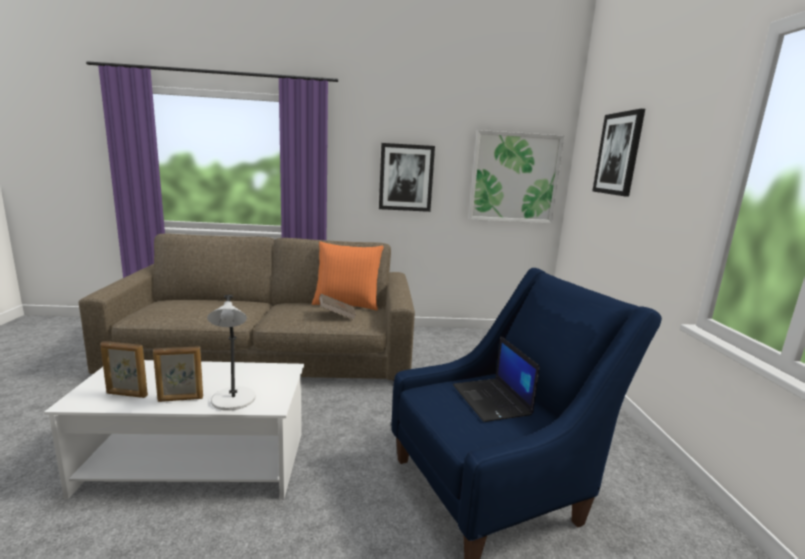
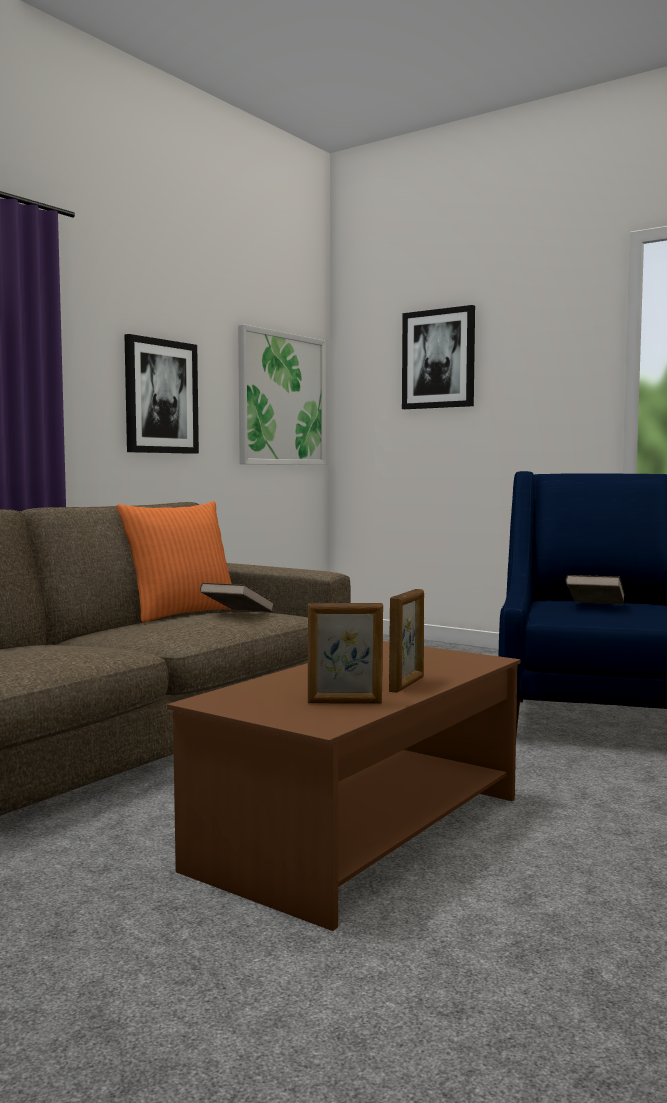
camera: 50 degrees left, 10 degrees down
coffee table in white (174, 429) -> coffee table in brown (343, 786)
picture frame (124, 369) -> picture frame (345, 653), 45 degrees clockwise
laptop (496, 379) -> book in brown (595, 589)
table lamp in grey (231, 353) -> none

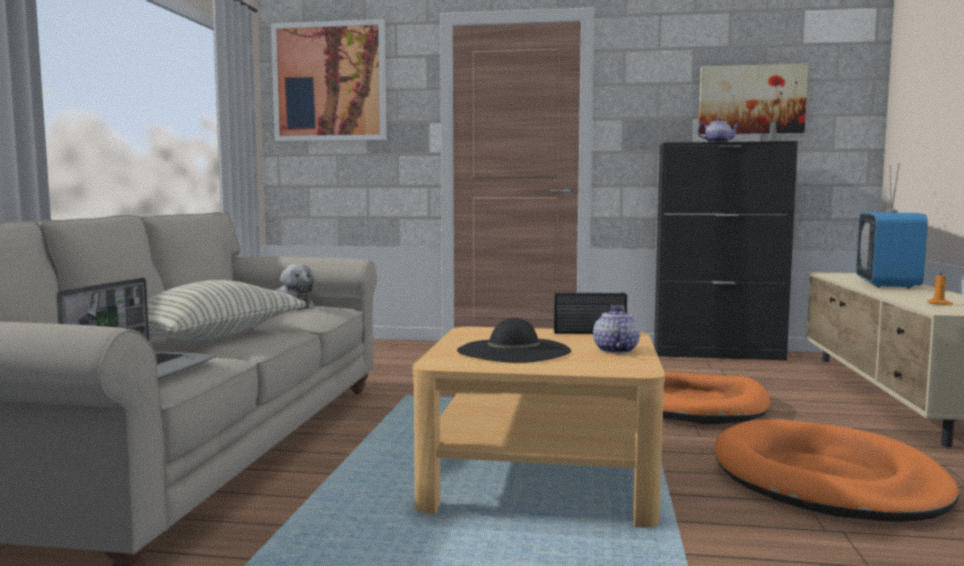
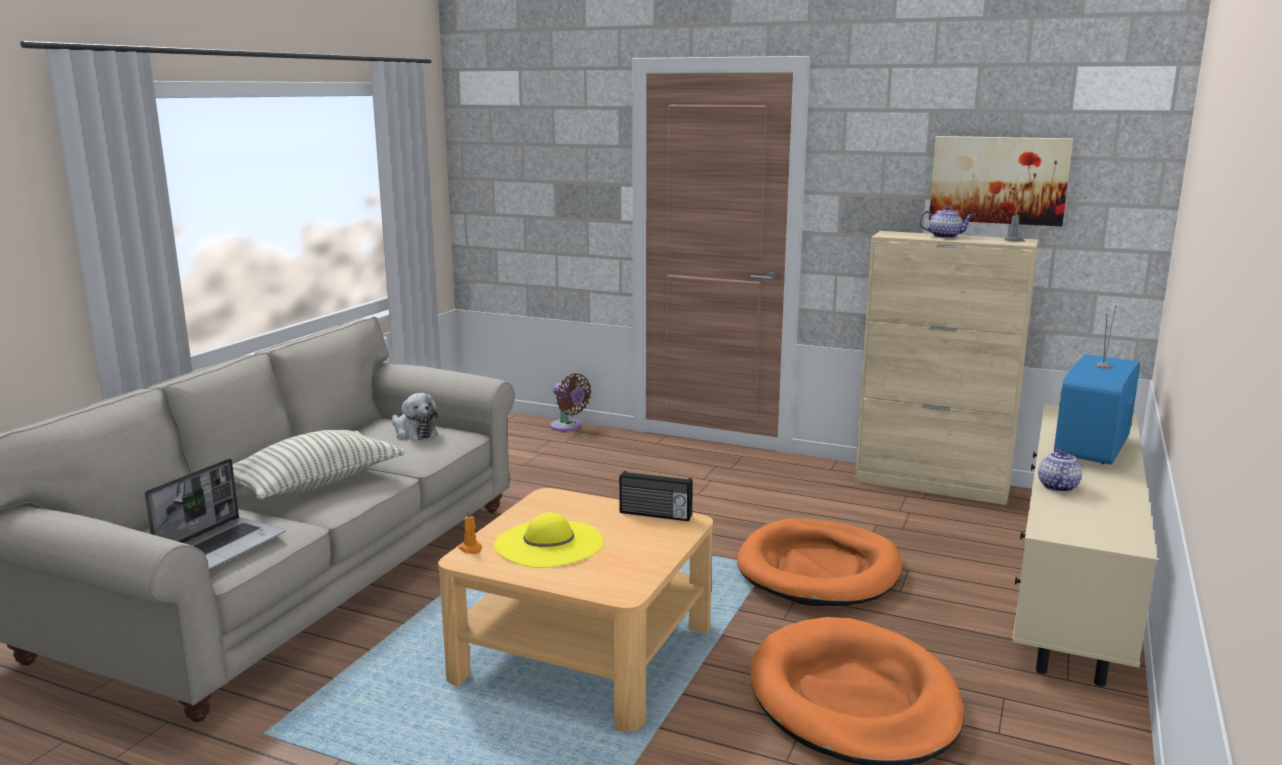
camera: 15 degrees right, 10 degrees up
candle in orange (940, 286) -> candle in orange (470, 531), move
hat in black (514, 340) -> hat in yellow (549, 540)
none -> fan in brown (571, 402)
cabinet in black (726, 250) -> cabinet in beige (946, 368)
teapot (616, 329) -> teapot (1060, 470), move
picture (329, 80) -> none

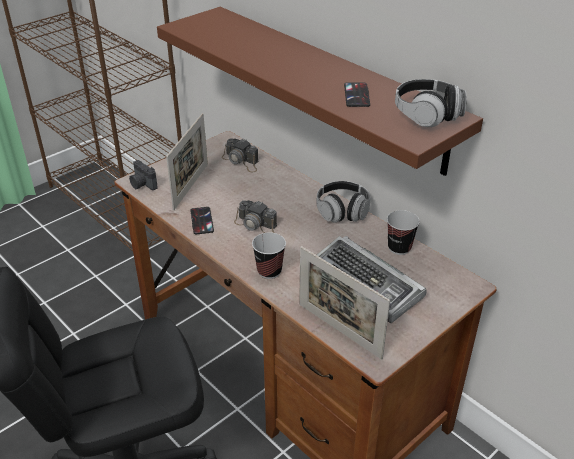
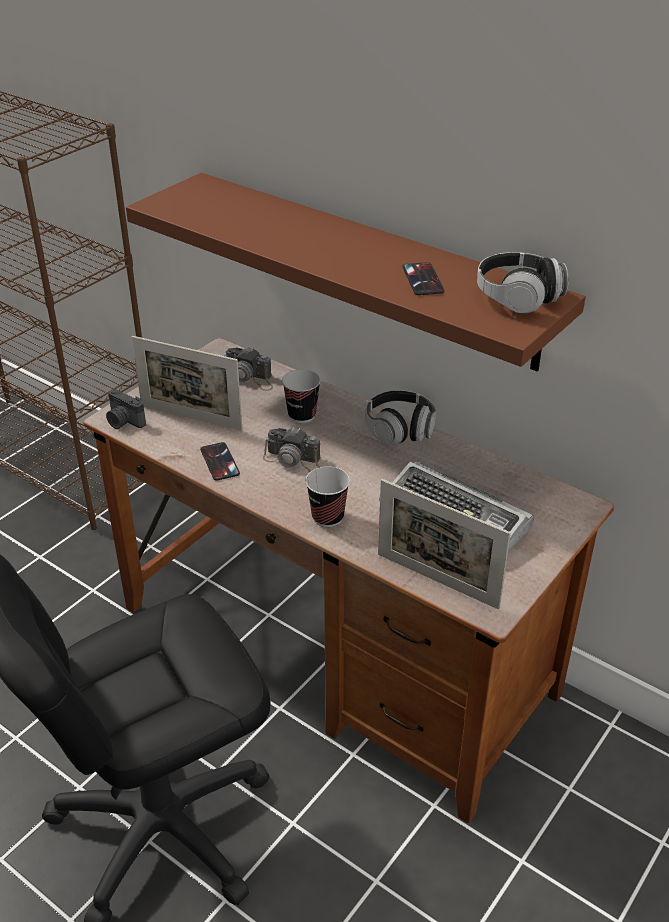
camera: 10 degrees left, 0 degrees up
picture frame (187, 161) -> picture frame (187, 383), 105 degrees clockwise
cup (403, 232) -> cup (301, 396), move

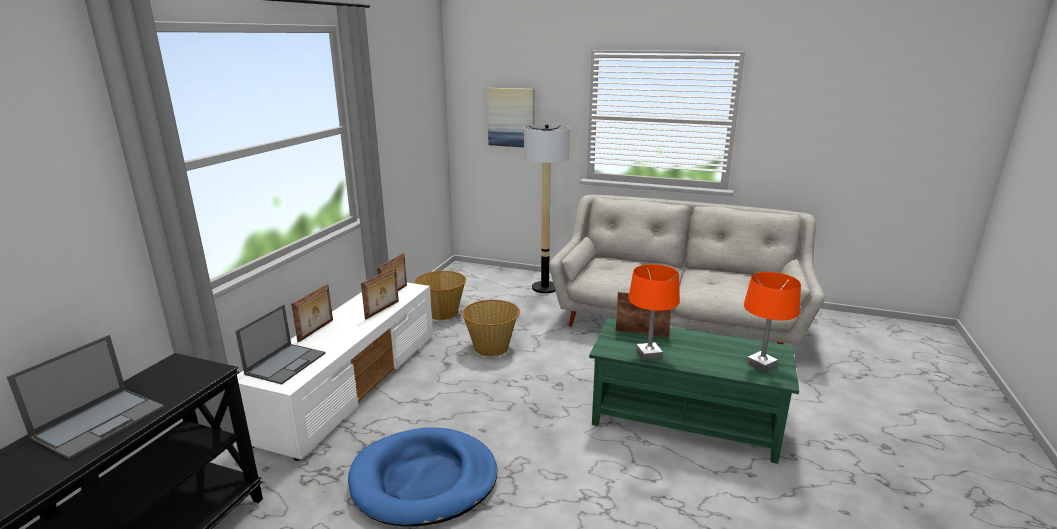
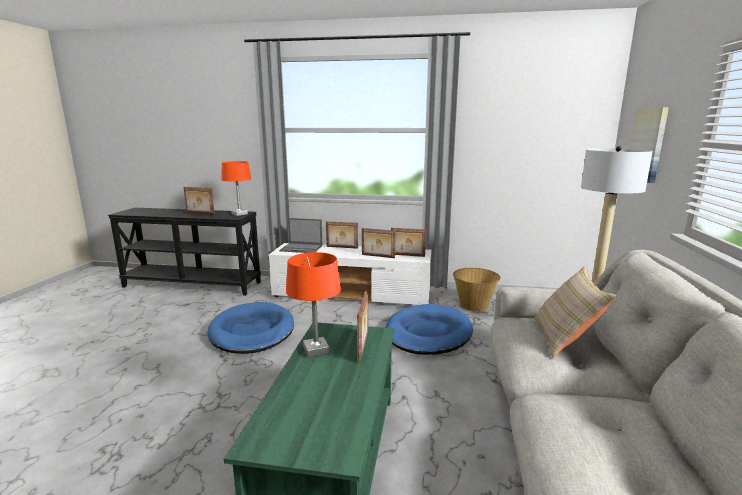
camera: 80 degrees right, 5 degrees down
laptop (85, 397) -> picture frame (199, 201)
table lamp in orange (772, 322) -> table lamp in orange (236, 188), move
basket (491, 328) -> dog bed in blue (429, 329)
none -> pillow in beige (575, 312)

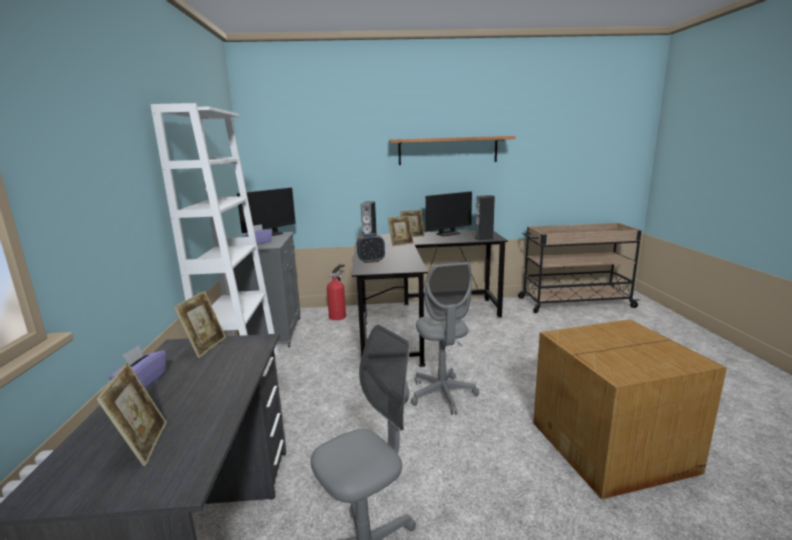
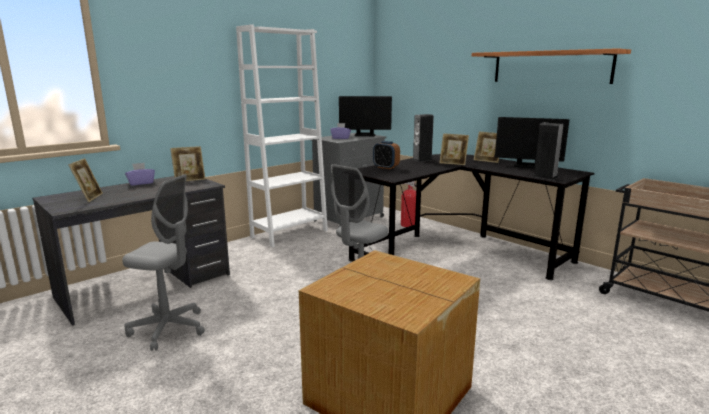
camera: 50 degrees right, 0 degrees up
picture frame (131, 414) -> picture frame (86, 180), 45 degrees counterclockwise

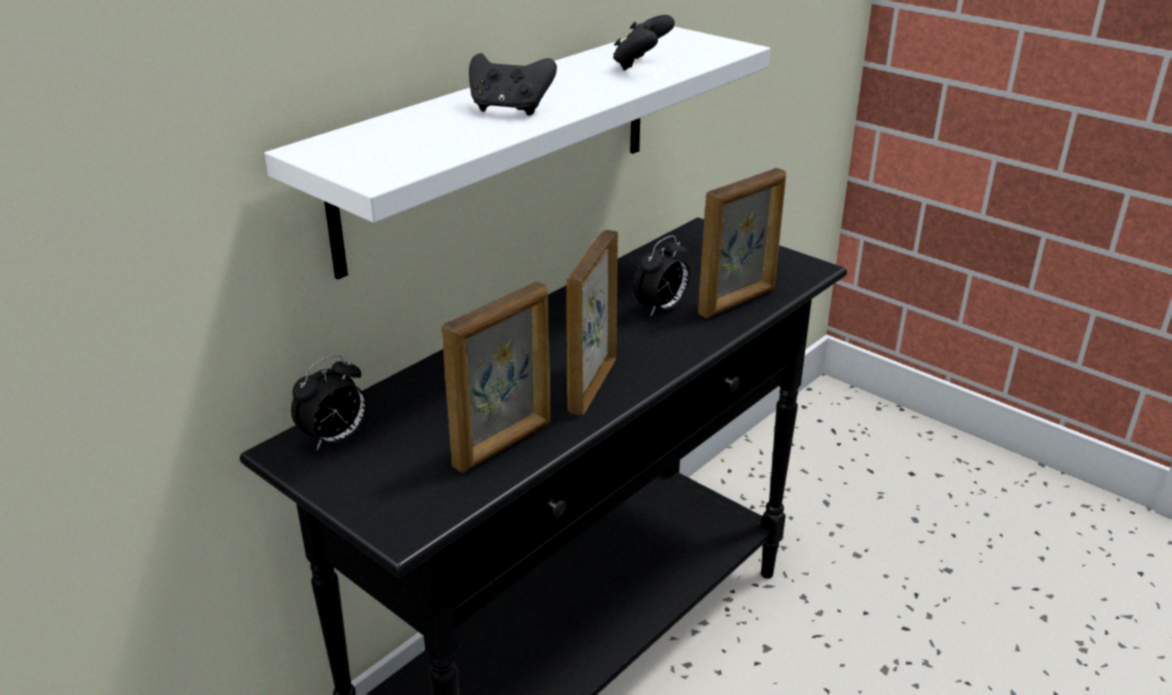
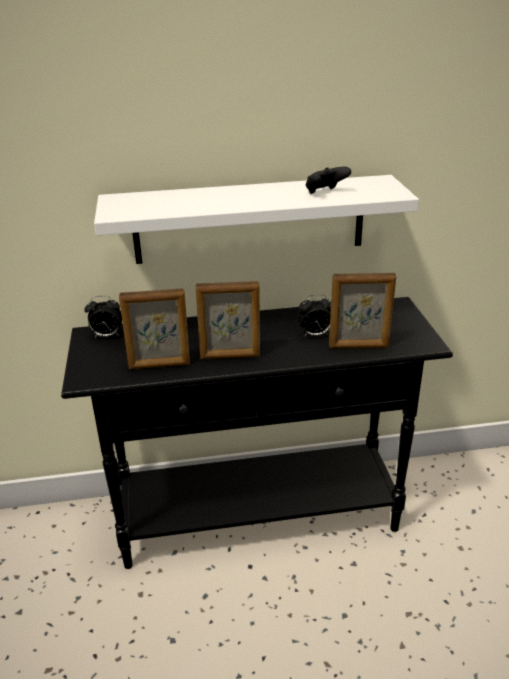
camera: 40 degrees right, 0 degrees up
picture frame (592, 322) -> picture frame (227, 320), 150 degrees counterclockwise
game controller in black (513, 84) -> none

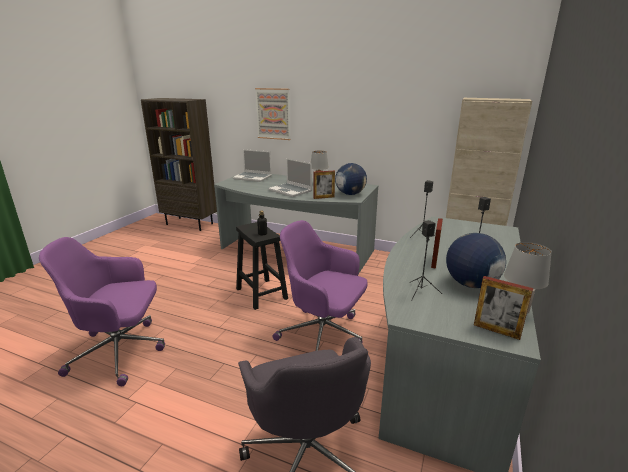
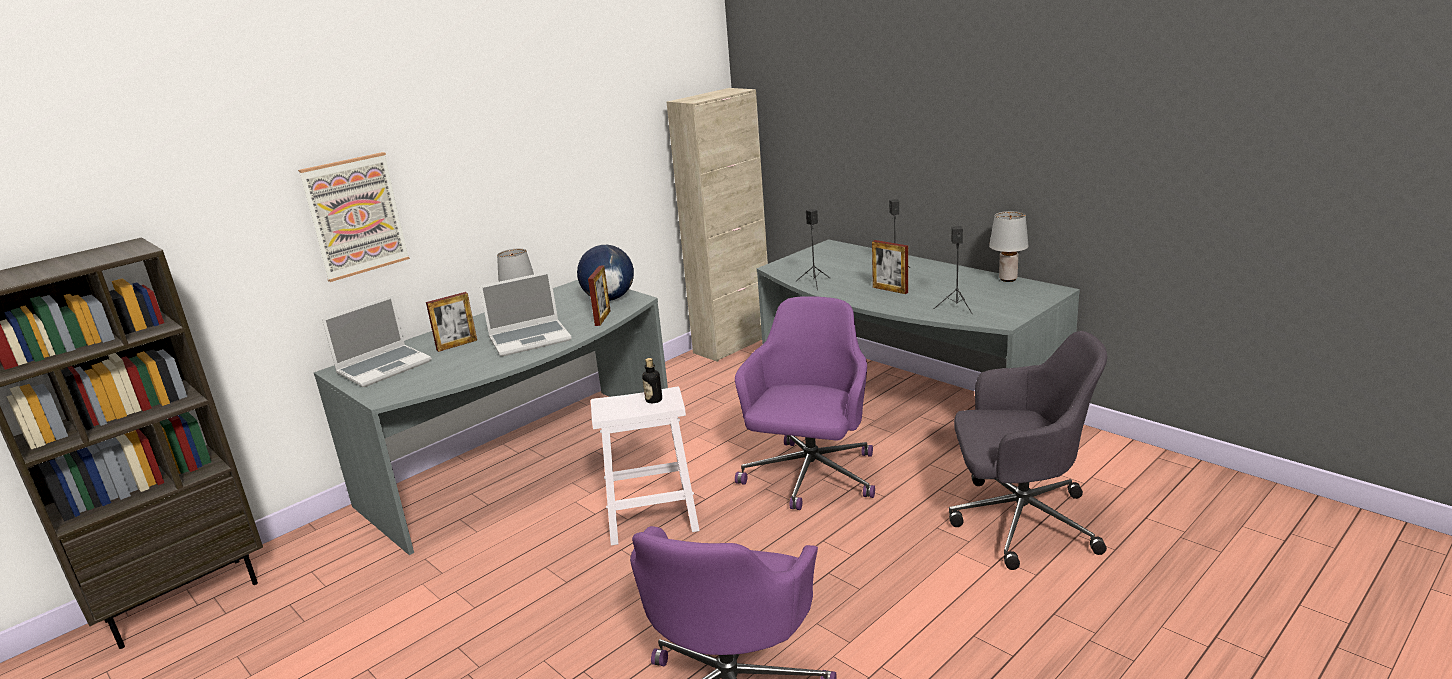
camera: 65 degrees left, 0 degrees up
picture frame (503, 308) -> picture frame (451, 322), move
stool in black (262, 266) -> stool in white (645, 466)
office chair in purple (320, 285) -> office chair in purple (805, 403), 150 degrees clockwise
globe (476, 260) -> none

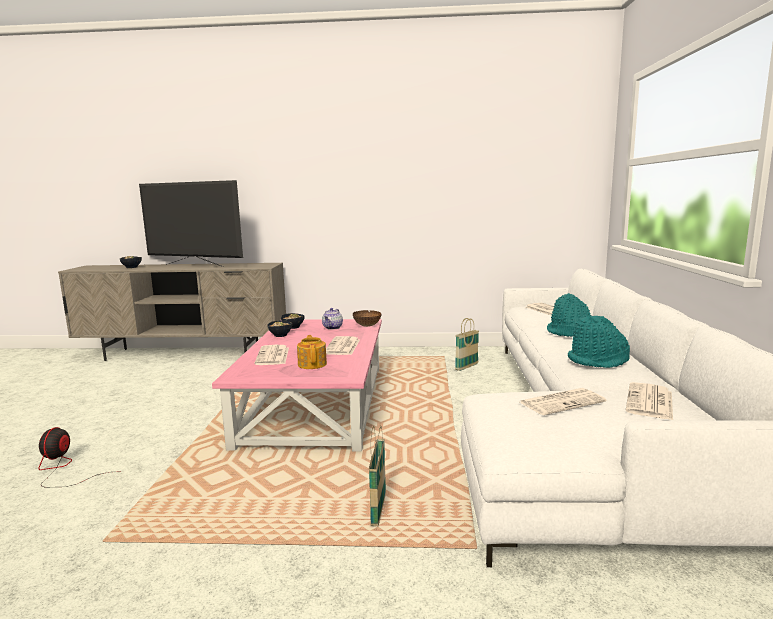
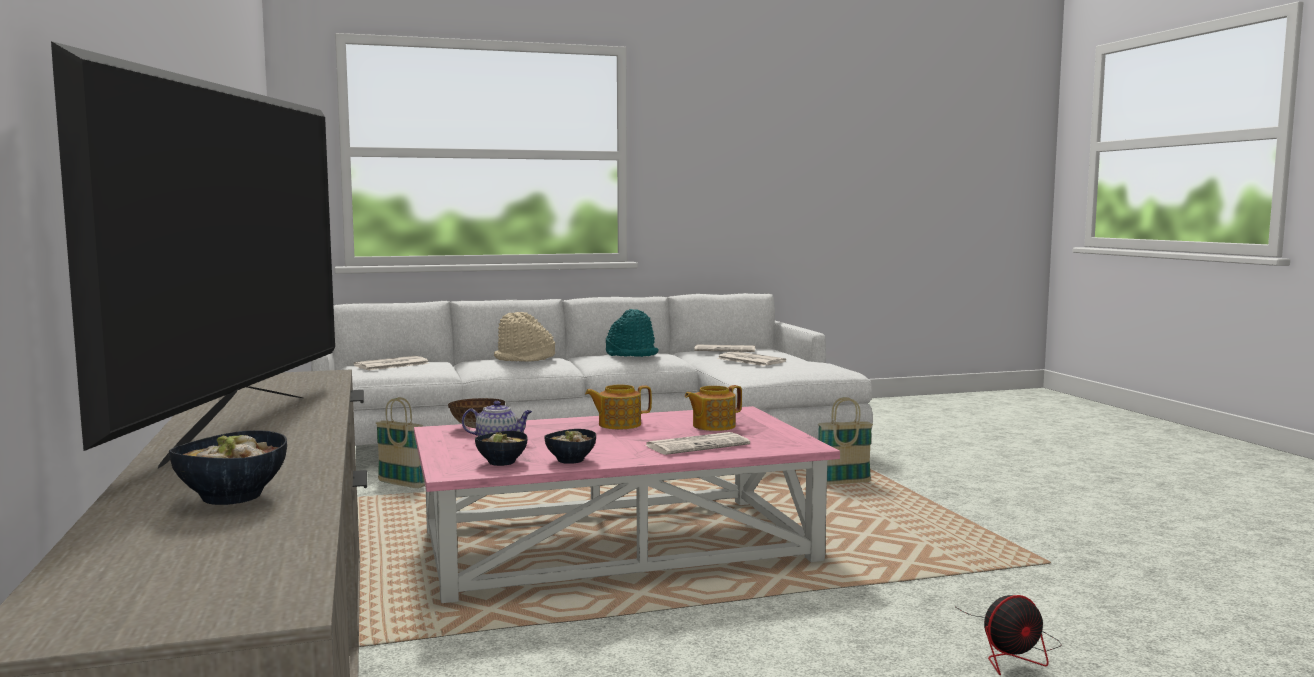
camera: 110 degrees left, 5 degrees down
hat in turquoise (569, 315) -> hat in beige (524, 337)
newspaper (343, 345) -> teapot (618, 407)

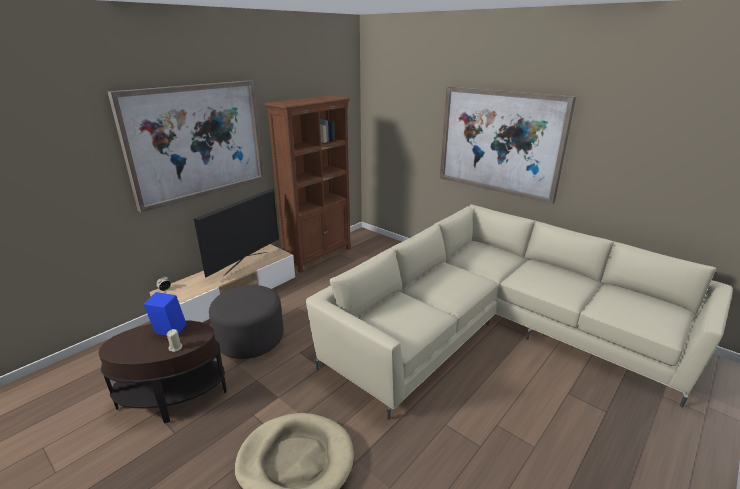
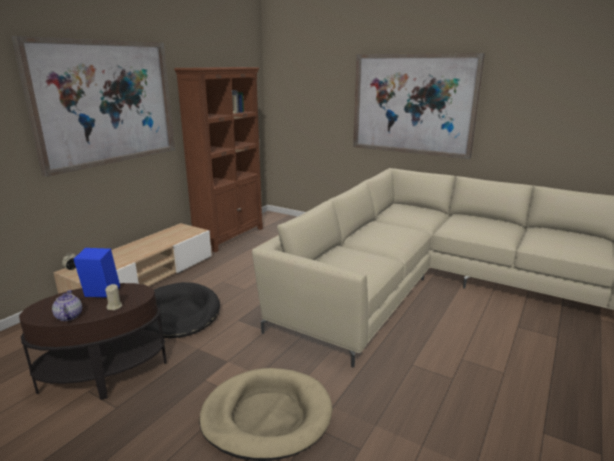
camera: 10 degrees left, 5 degrees down
none -> teapot (67, 305)
ottoman in grey (246, 322) -> dog bed in black (181, 310)
television (236, 233) -> none

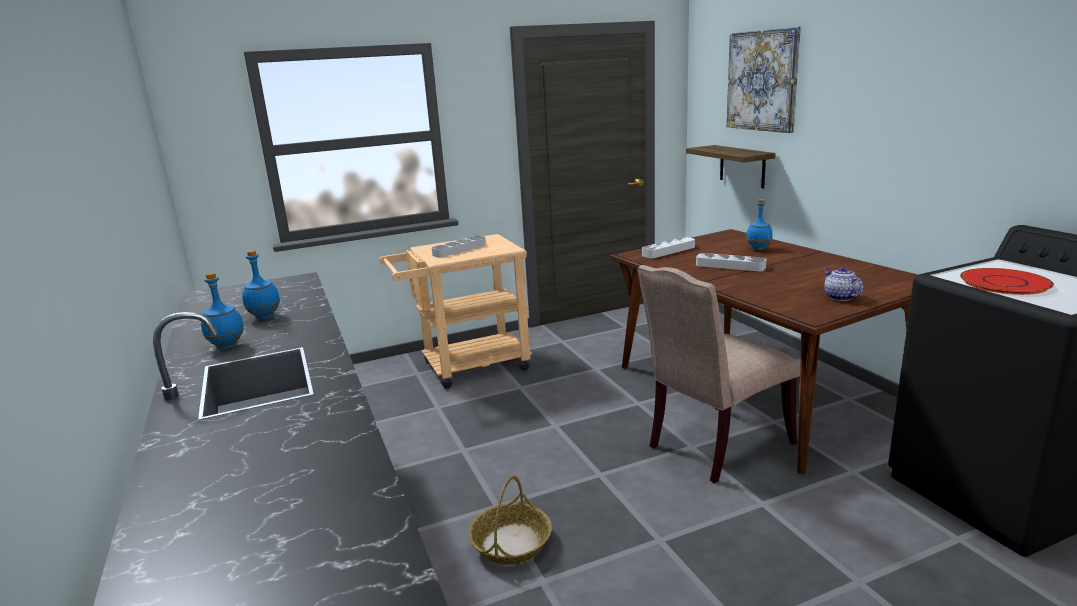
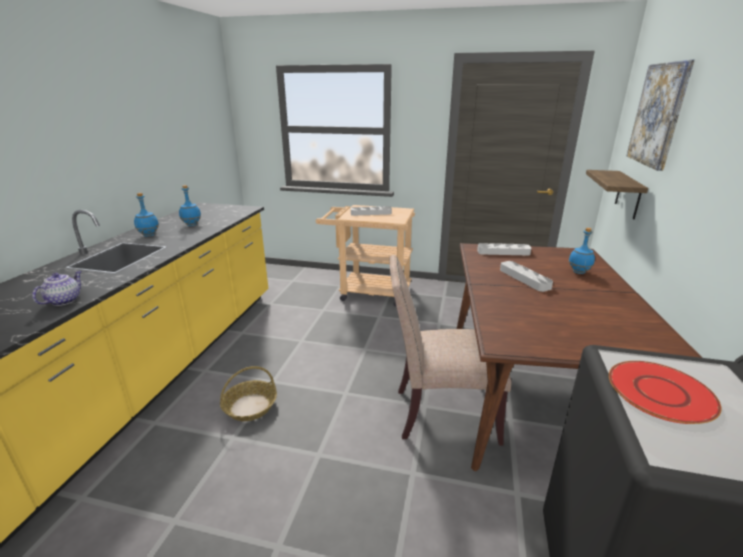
camera: 35 degrees right, 5 degrees up
teapot (843, 284) -> teapot (56, 288), move

